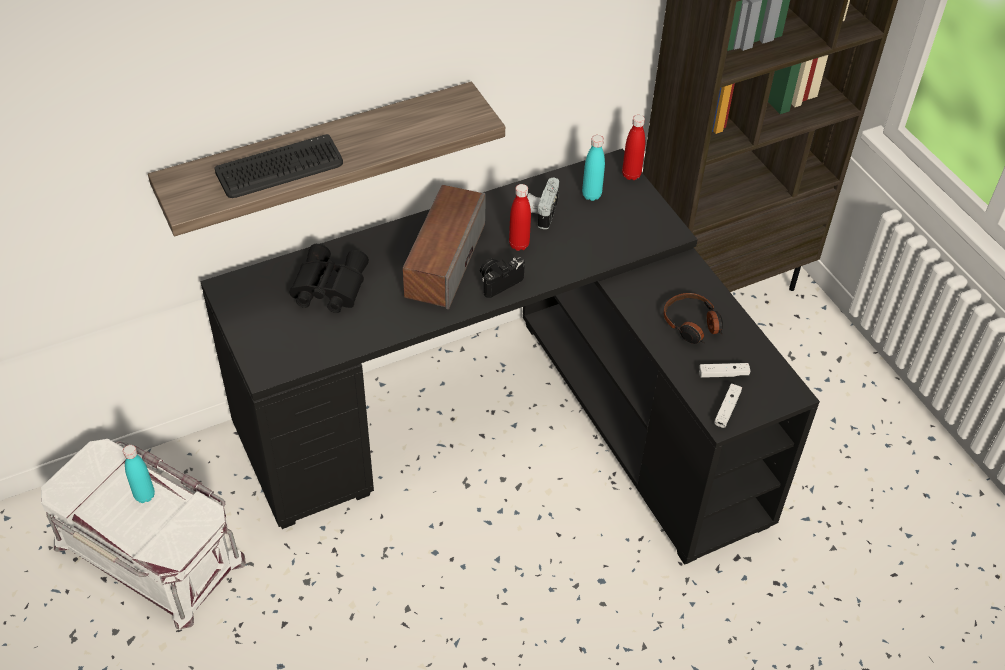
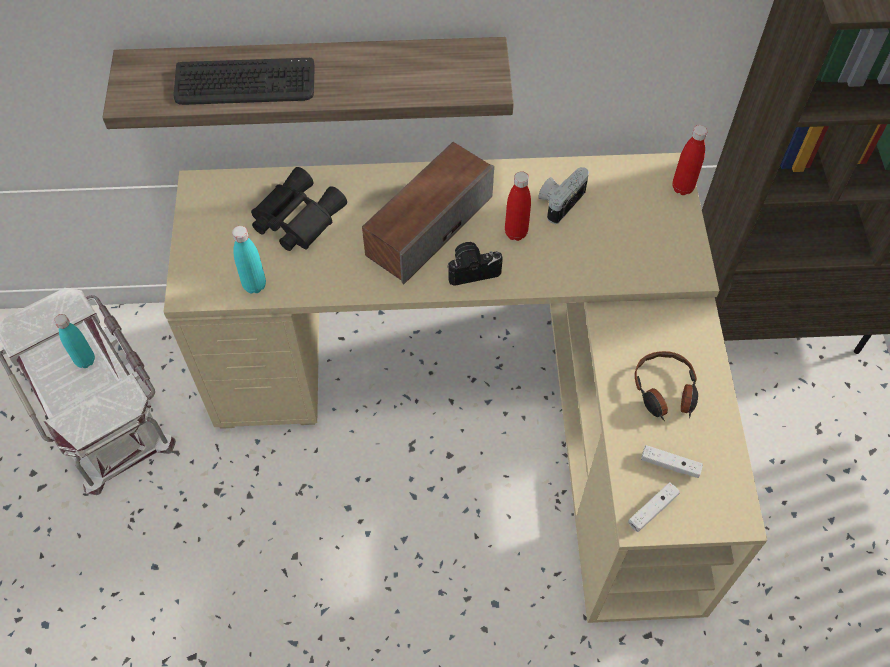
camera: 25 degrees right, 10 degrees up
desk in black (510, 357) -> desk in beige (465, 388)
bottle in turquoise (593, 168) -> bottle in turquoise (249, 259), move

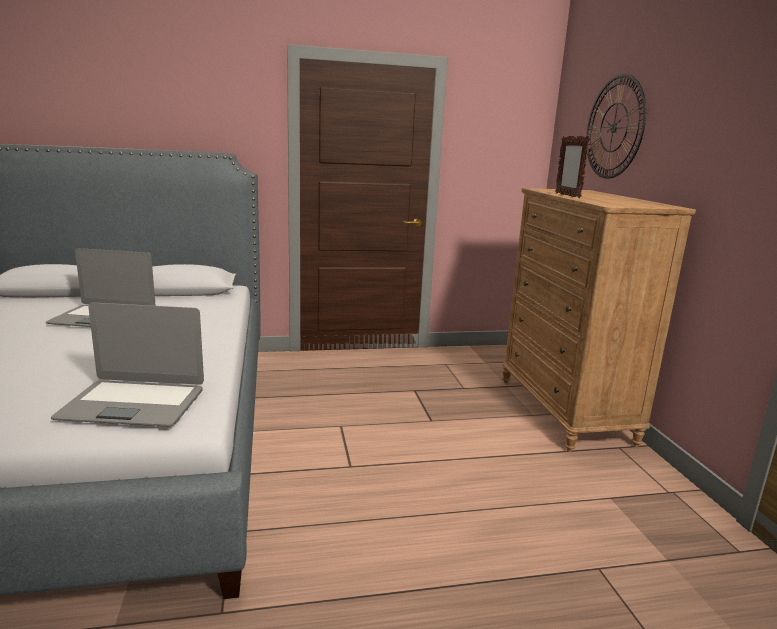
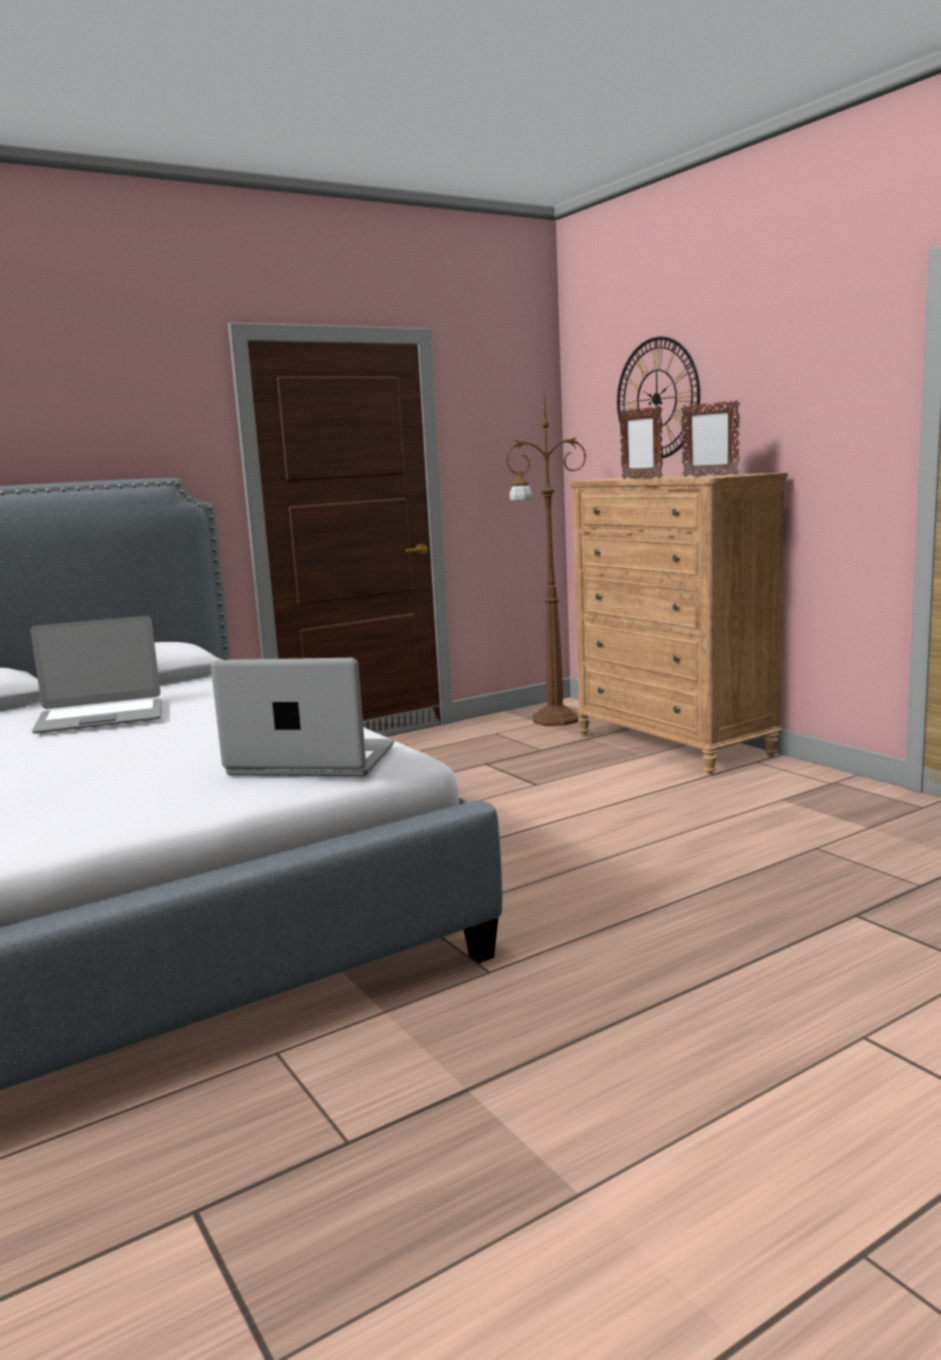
camera: 20 degrees left, 5 degrees down
laptop (127, 364) -> laptop (302, 717), 150 degrees counterclockwise
none -> floor lamp in brown (546, 559)
none -> picture frame (710, 438)

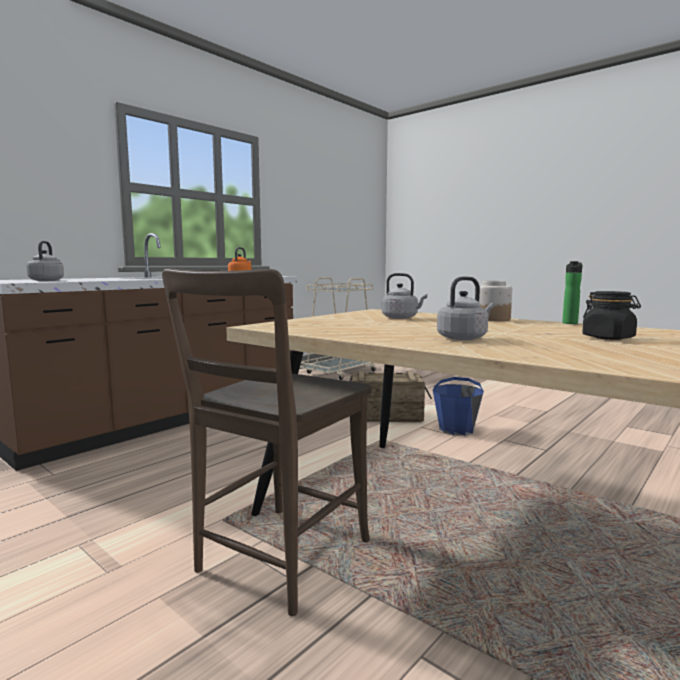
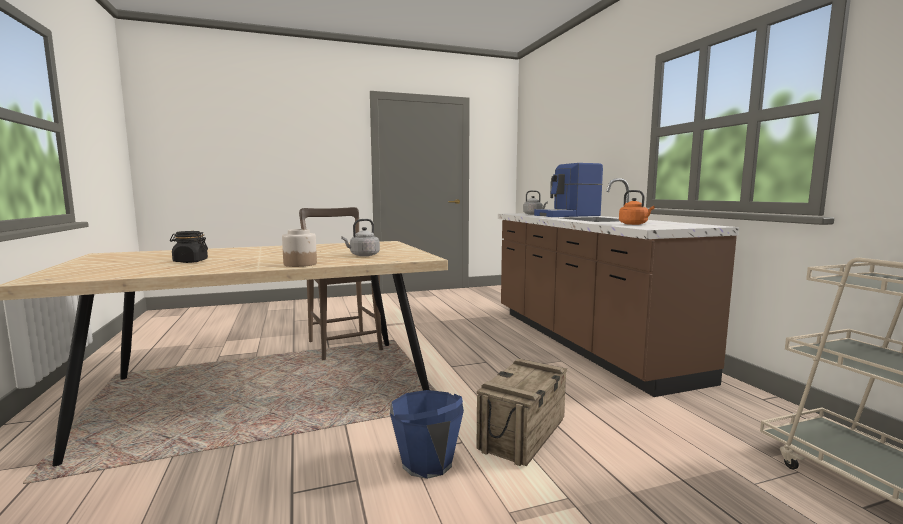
camera: 120 degrees right, 0 degrees up
none -> coffee machine (568, 190)
kettle in grey (465, 308) -> none
bottle (572, 292) -> none

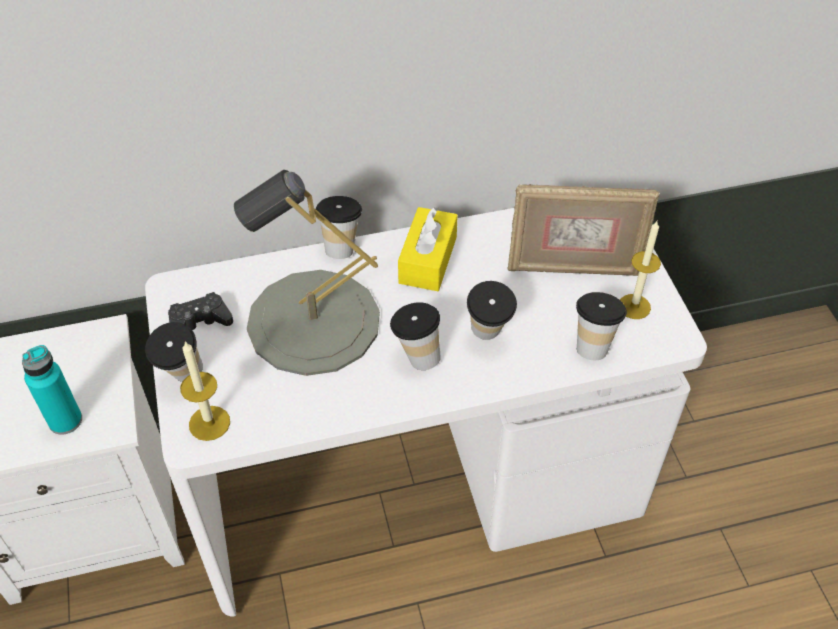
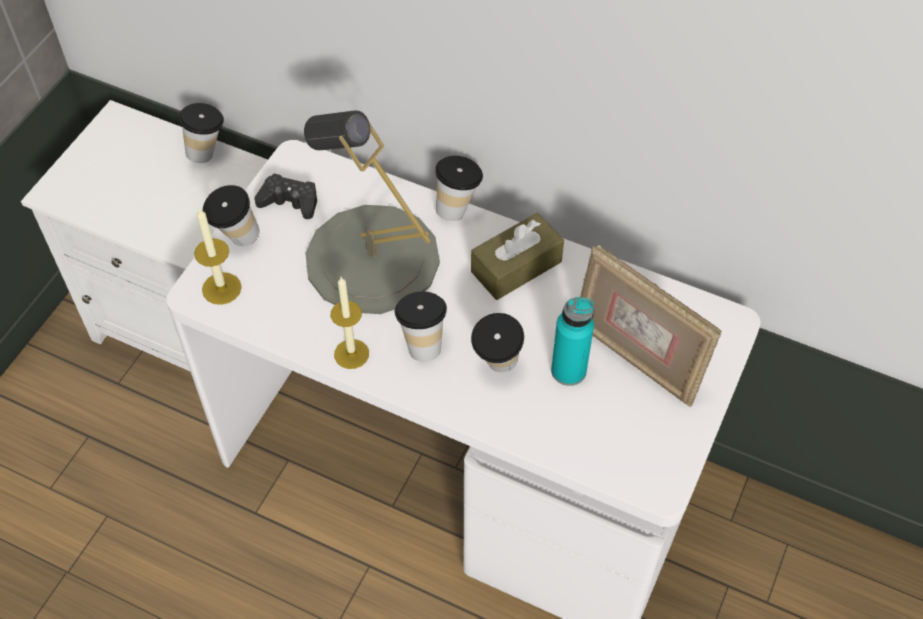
camera: 40 degrees right, 5 degrees up
cup (601, 326) -> cup (201, 133), move
candle (640, 270) -> candle (350, 323), move
tissue box in yellow (428, 249) -> tissue box in brown (517, 256)
bottle in turquoise (52, 390) -> bottle in turquoise (572, 341), move

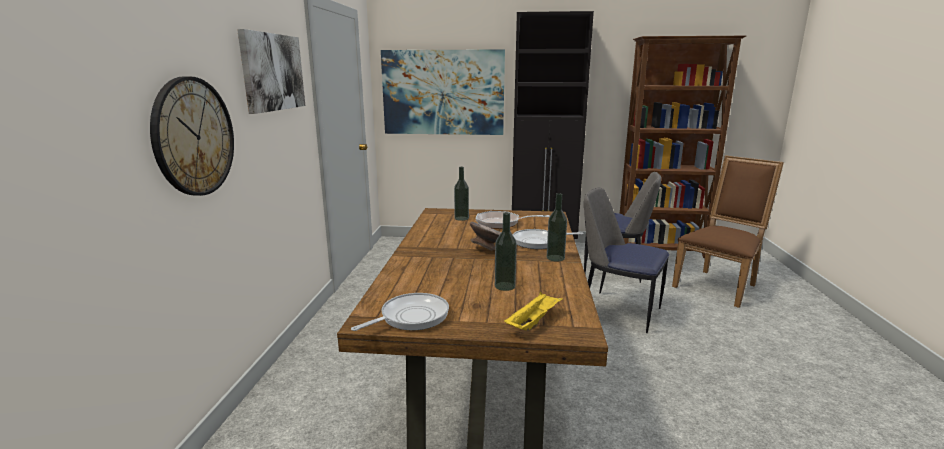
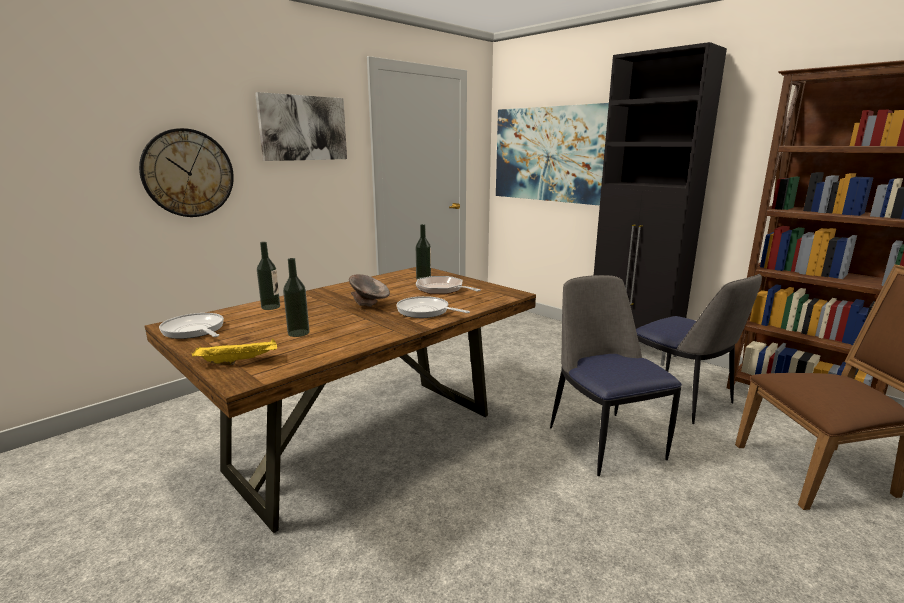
camera: 40 degrees right, 0 degrees up
frying pan (400, 312) -> frying pan (191, 326), 135 degrees counterclockwise
bottle (557, 227) -> bottle (268, 276), move

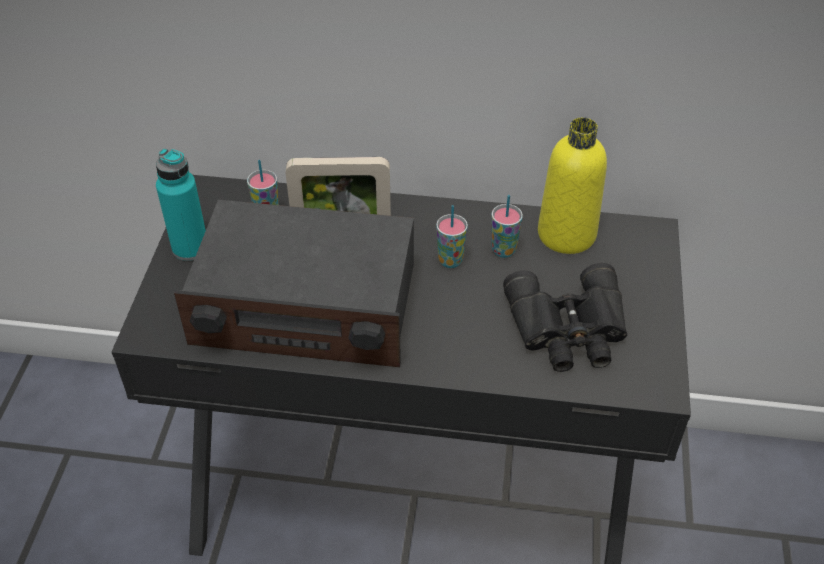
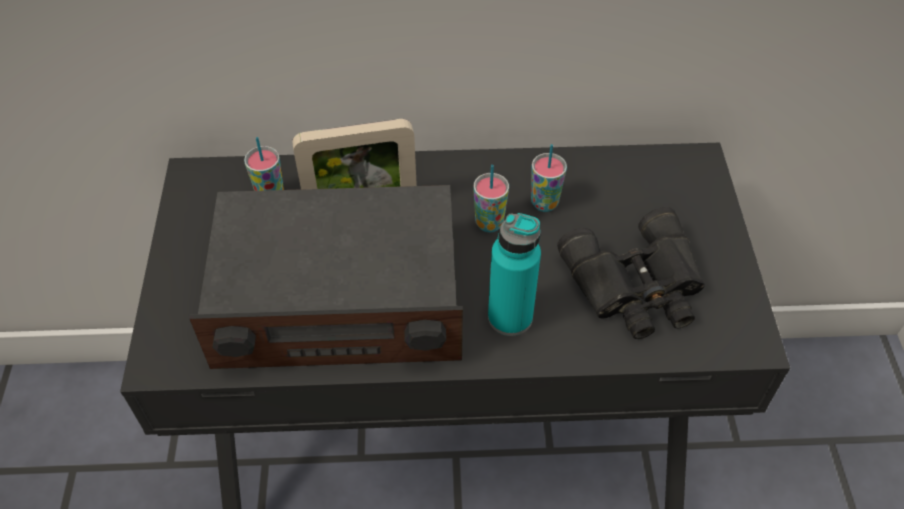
camera: 10 degrees left, 5 degrees up
bottle in turquoise (181, 204) -> bottle in turquoise (514, 274), move
bottle in yellow (572, 185) -> none

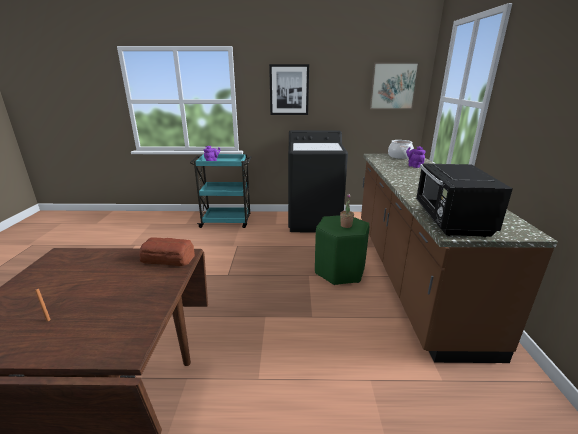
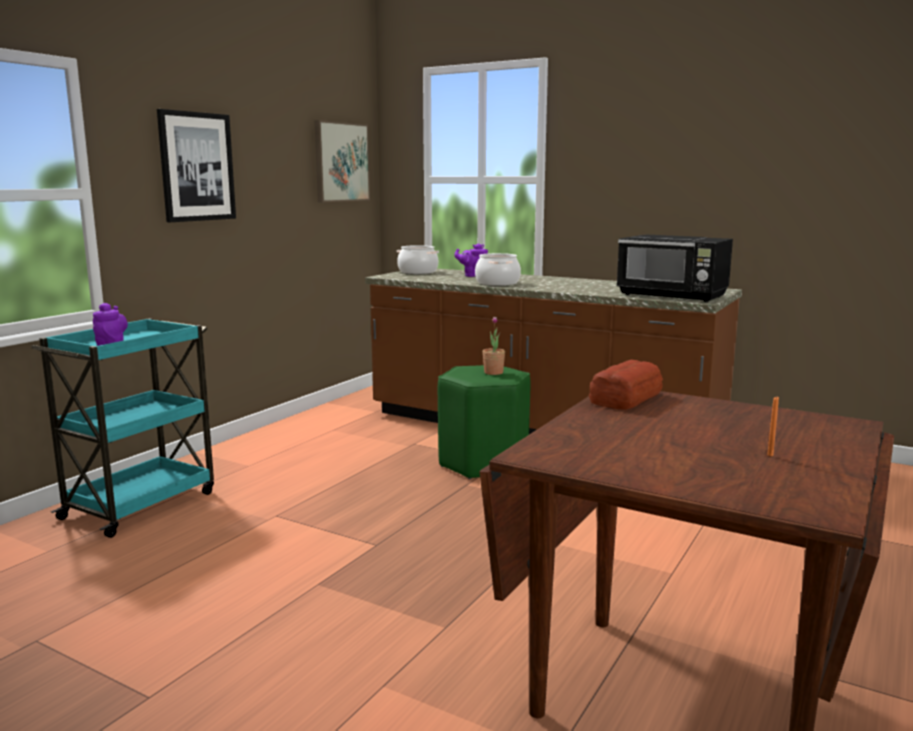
camera: 60 degrees left, 10 degrees down
none -> cooking pot (498, 269)
washing machine in black (318, 181) -> none

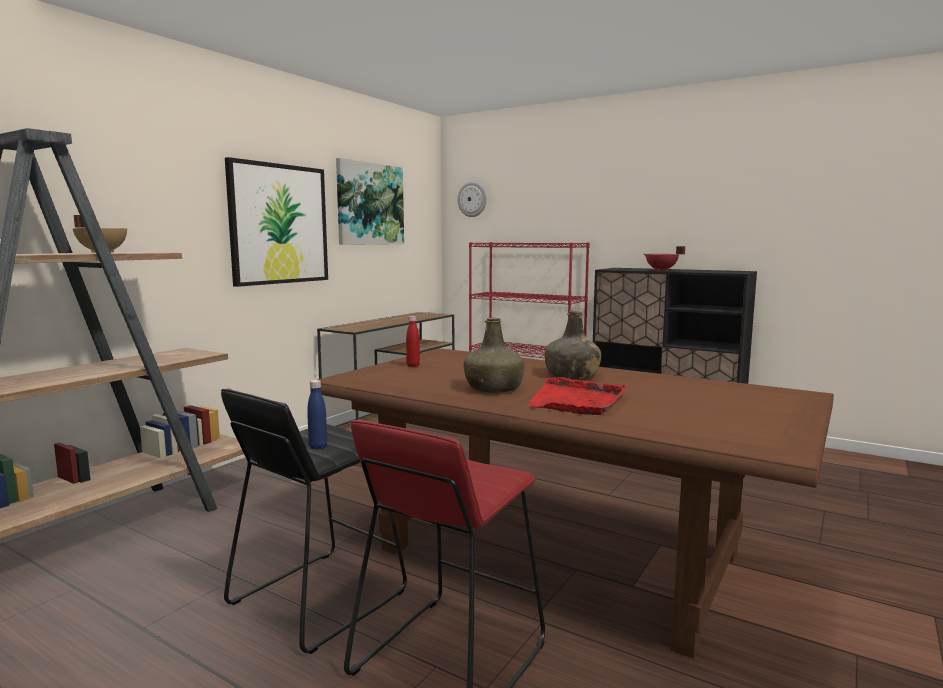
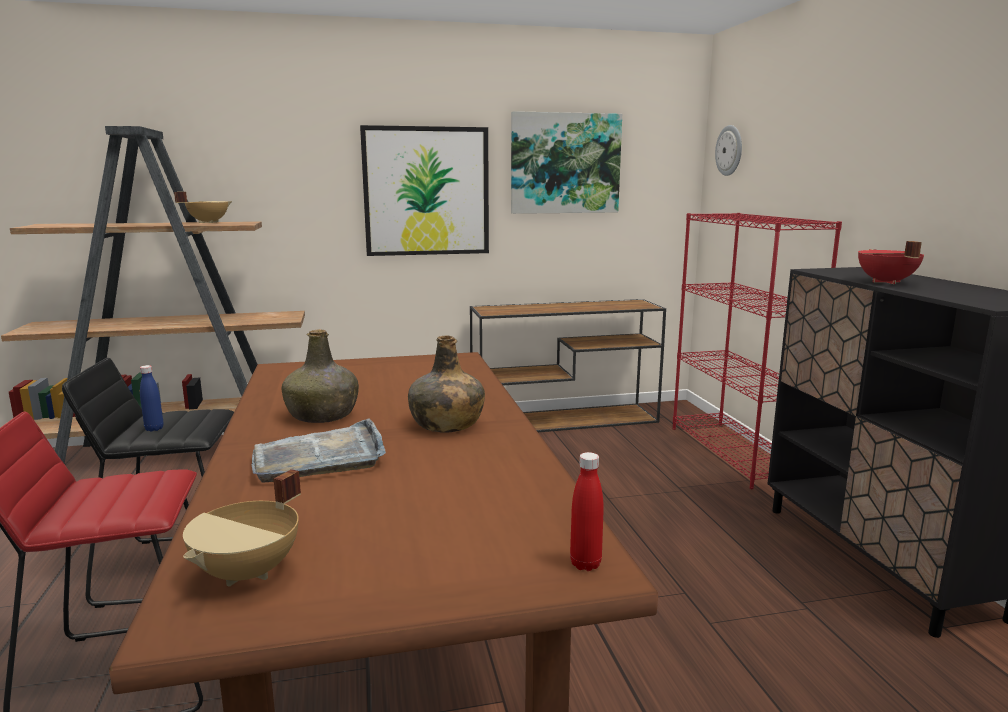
camera: 45 degrees right, 5 degrees up
none -> cooking pot in beige (242, 528)
tray in red (577, 396) -> tray in grey (319, 450)
bottle in red (413, 341) -> bottle in red (587, 511), move

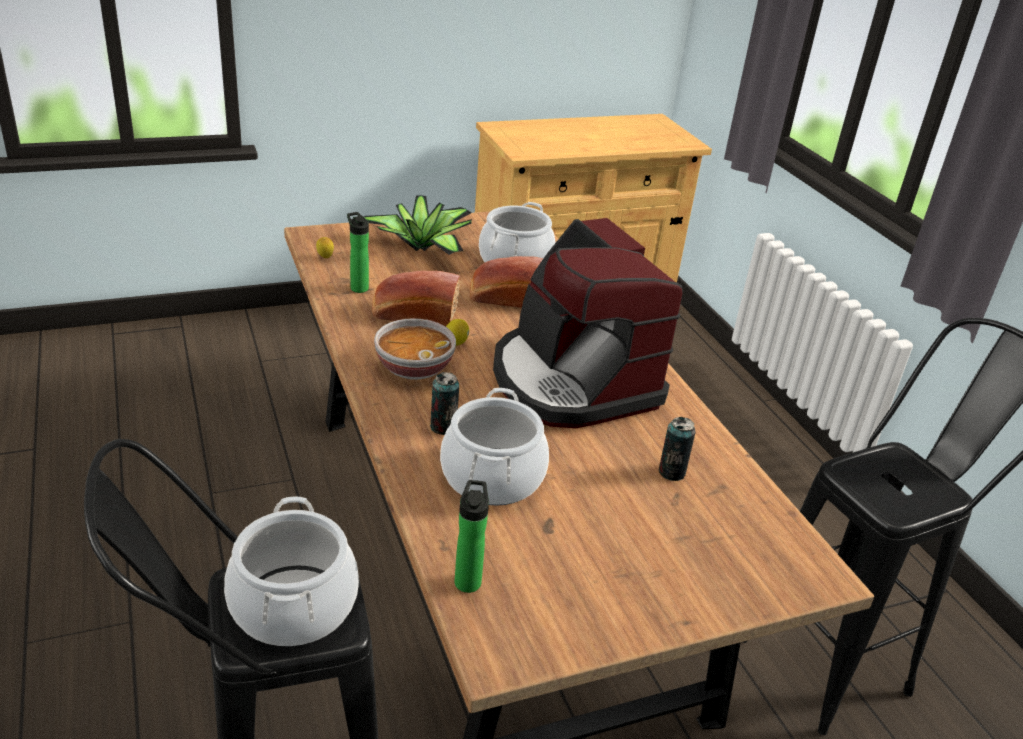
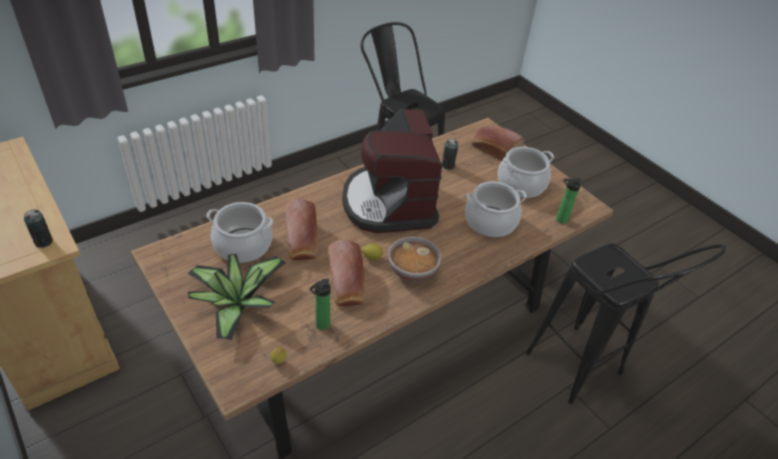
camera: 105 degrees left, 10 degrees up
can (444, 403) -> can (38, 228), move
coffee machine (588, 323) -> coffee machine (392, 171), 120 degrees clockwise
none -> bread (498, 143)
cooking pot (291, 571) -> cooking pot (526, 172), move

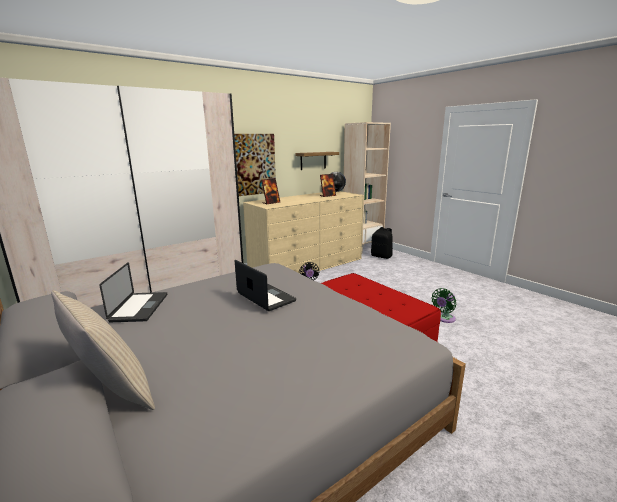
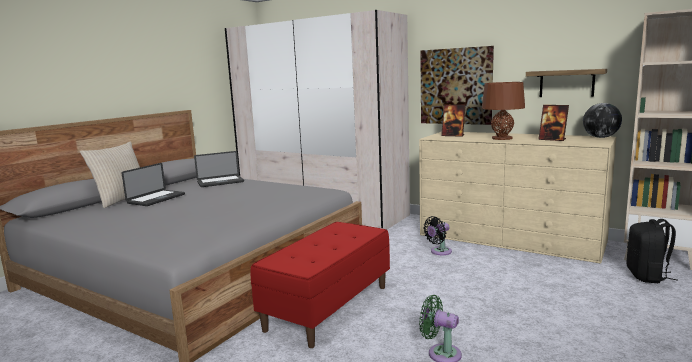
camera: 70 degrees right, 5 degrees down
laptop (265, 285) -> laptop (153, 184), move
none -> table lamp in brown (503, 111)

